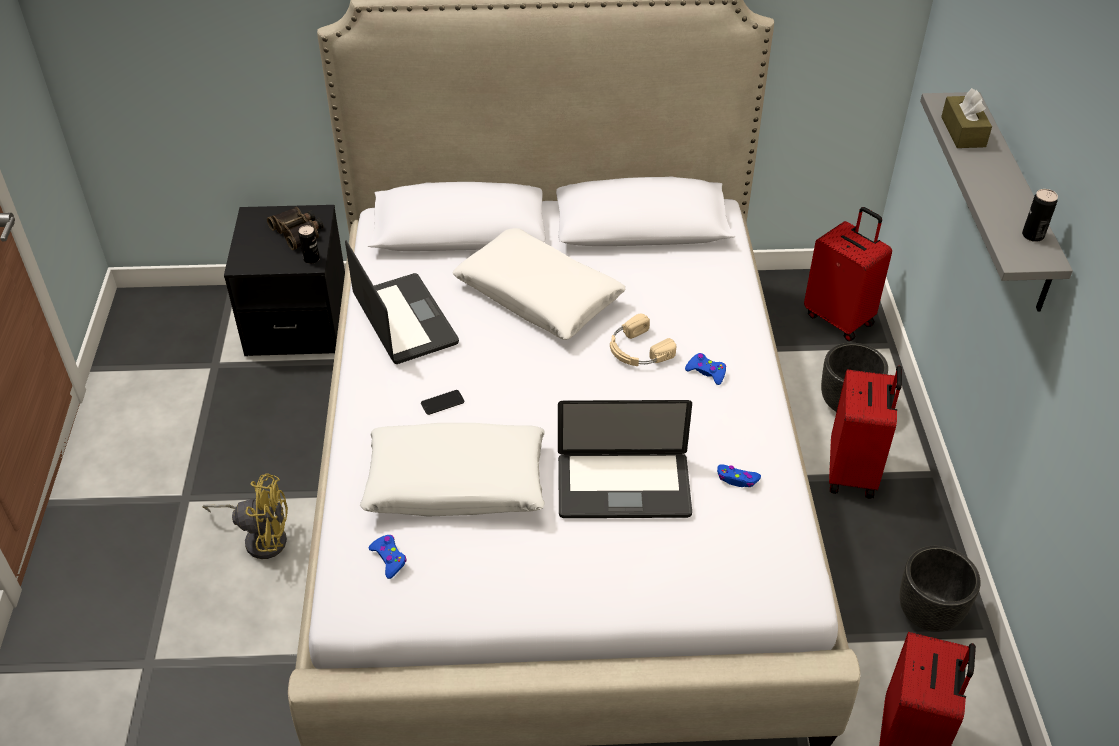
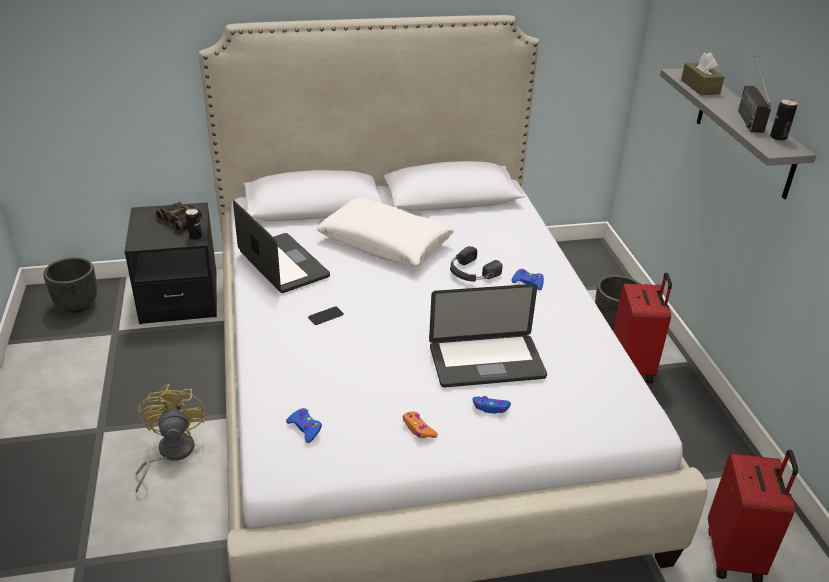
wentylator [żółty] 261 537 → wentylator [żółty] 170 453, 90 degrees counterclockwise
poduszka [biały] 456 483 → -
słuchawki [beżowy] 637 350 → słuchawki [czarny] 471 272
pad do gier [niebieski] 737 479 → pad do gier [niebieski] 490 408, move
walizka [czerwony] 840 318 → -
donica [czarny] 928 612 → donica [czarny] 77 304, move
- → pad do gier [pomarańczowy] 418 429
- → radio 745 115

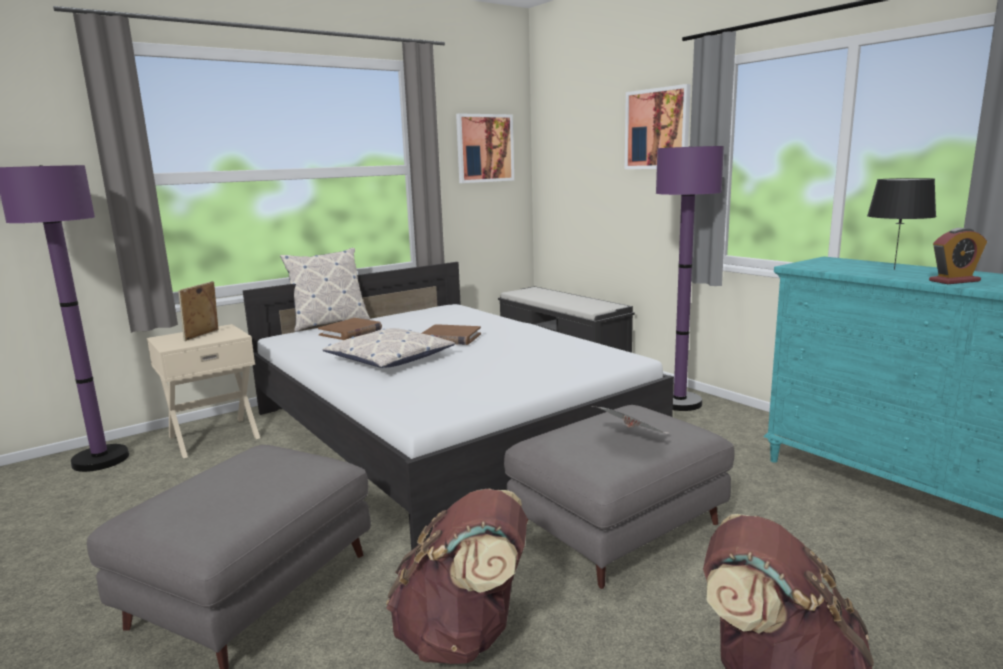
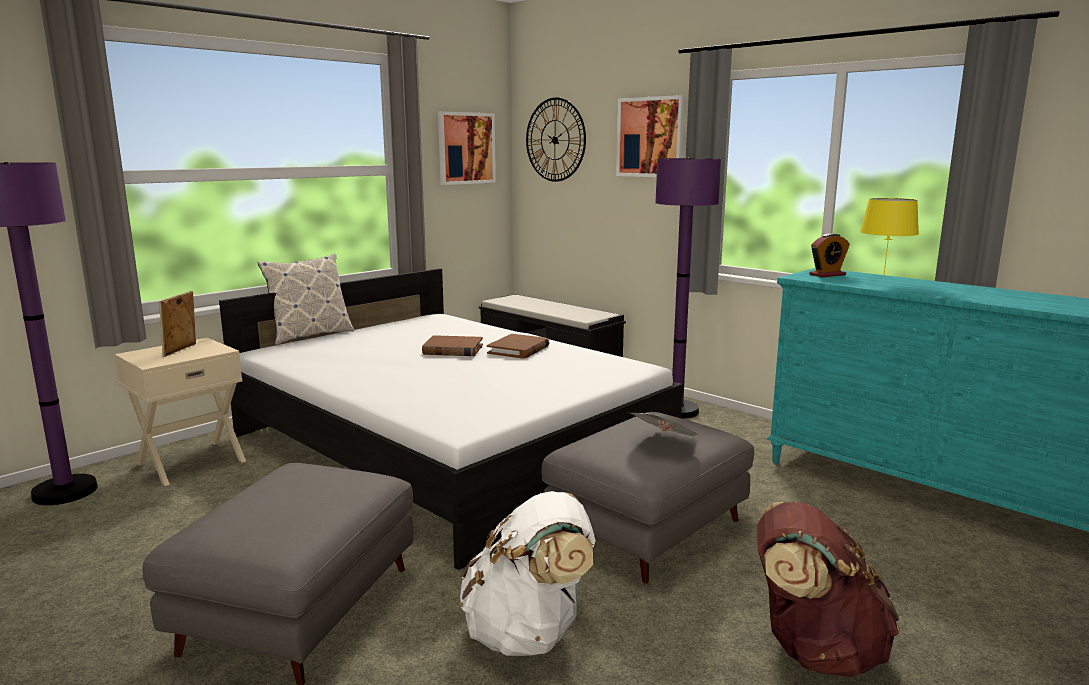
książka [brązowy] 351 332 → książka [brązowy] 518 349, move
poduszka 389 359 → -
plecak [brązowy] 464 635 → plecak [biały] 529 633
lampa stołowa [czarny] 894 269 → lampa stołowa [żółty] 883 281
budzik 954 281 → budzik 827 275, move
- → zegar ścienny 555 140

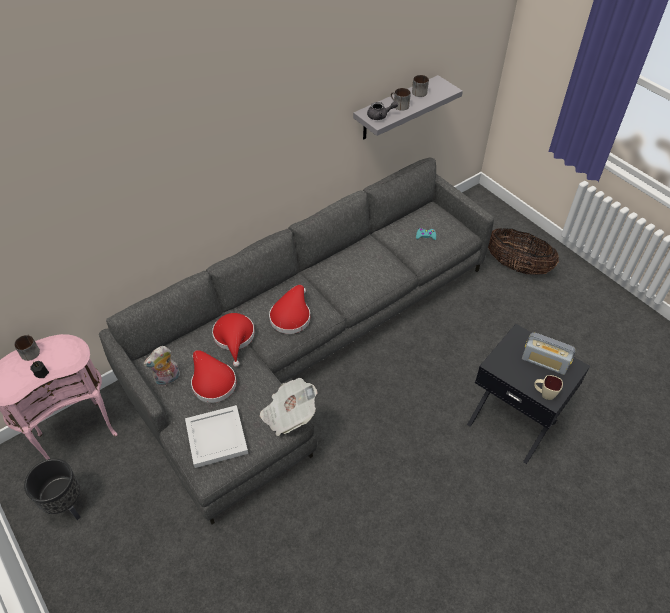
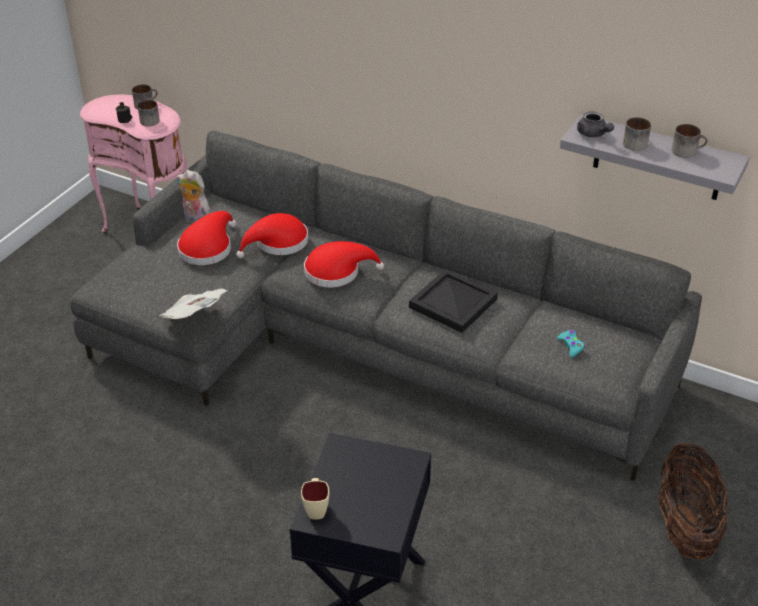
donica [czarny] 67 506 → -
taca [biały] 216 438 → -
radio 544 362 → -
- → kubek 147 120
- → taca [czarny] 454 303

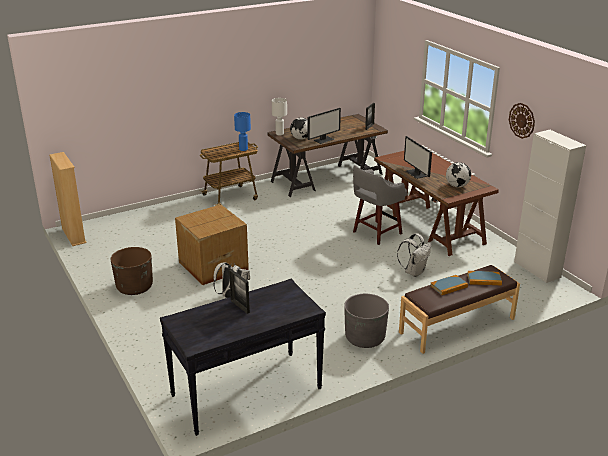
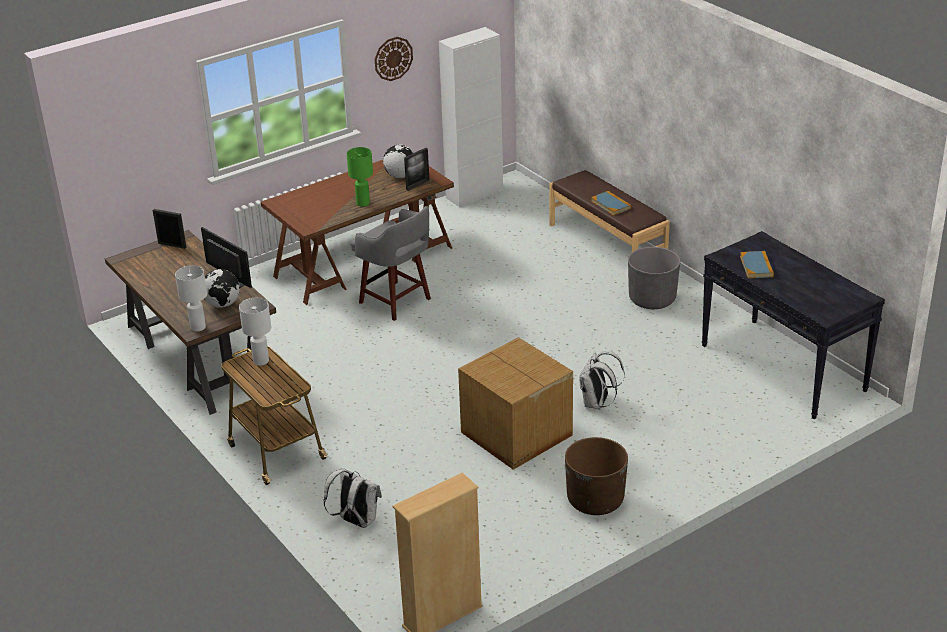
ramka na zdjęcie 240 306 → ramka na zdjęcie 417 185, move
lampa stołowa [niebieski] 243 149 → lampa stołowa [biały] 260 361
plecak [biały] 414 272 → plecak [biały] 356 521, move
monitor 416 173 → lampa stołowa [zielony] 363 203
książka 484 279 → książka 756 266, move

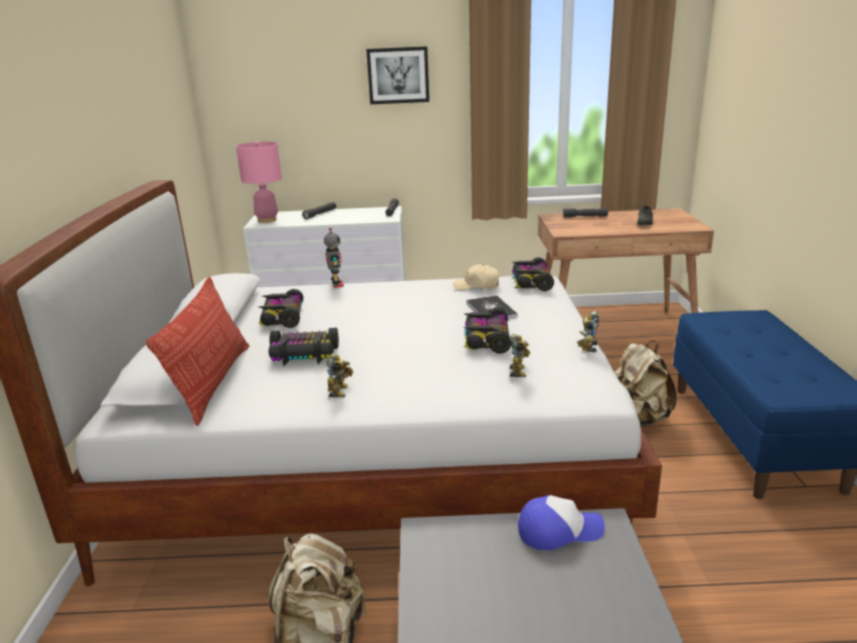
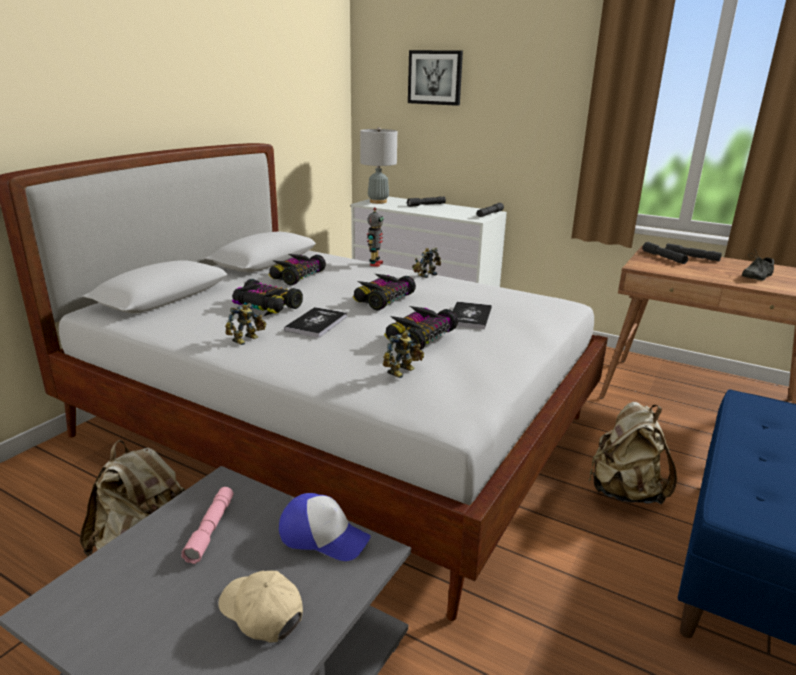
poduszka 213 382 → -
lampa stołowa [różowy] 267 220 → lampa stołowa [szary] 378 202
obraz 398 75 → obraz 435 77, move
czapka z daszkiem [beżowy] 477 286 → czapka z daszkiem [beżowy] 261 612, move
samochodzik 531 282 → samochodzik 382 299, move
robot zabawkowy 587 347 → robot zabawkowy 426 274, move
- → latarka [różowy] 210 529
- → książka 316 323
- → latarka [szary] 663 257

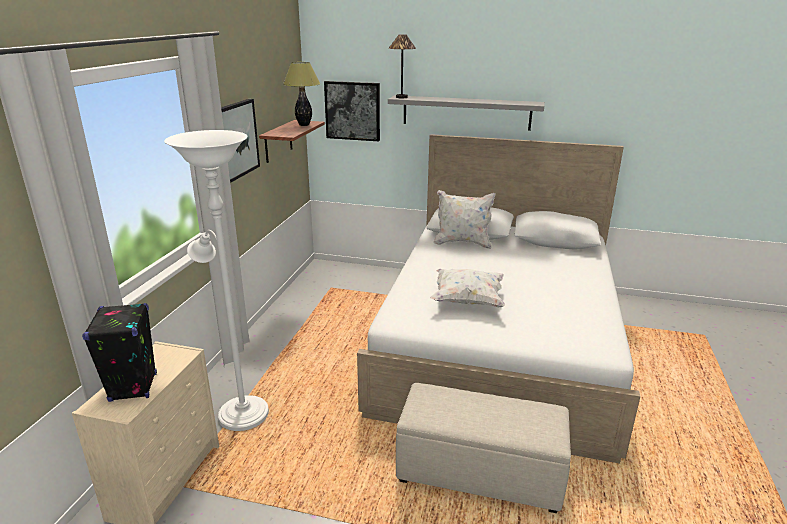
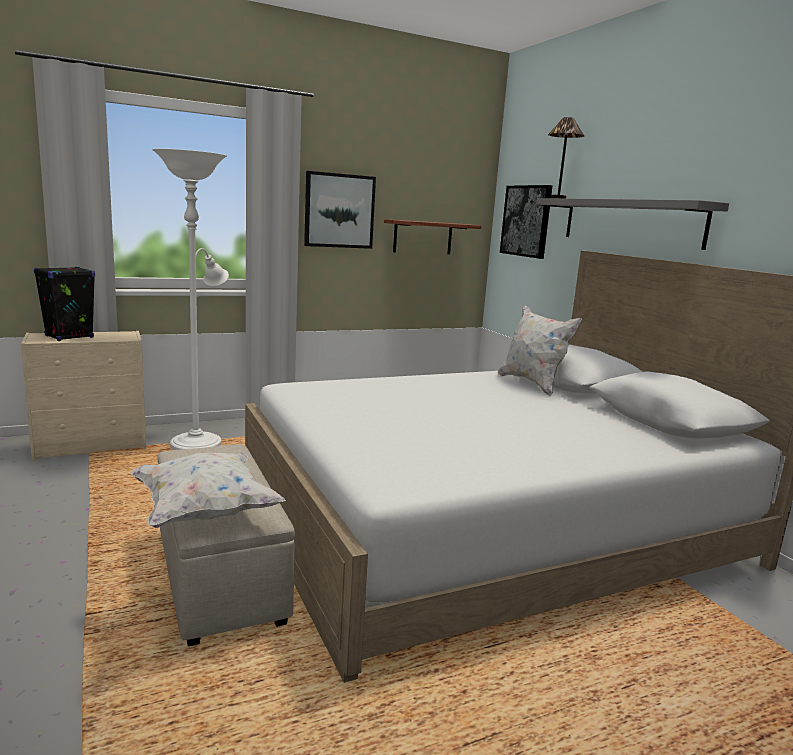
lampa stołowa 304 125 → -
poduszka [biały] 467 301 → poduszka [biały] 204 512, move

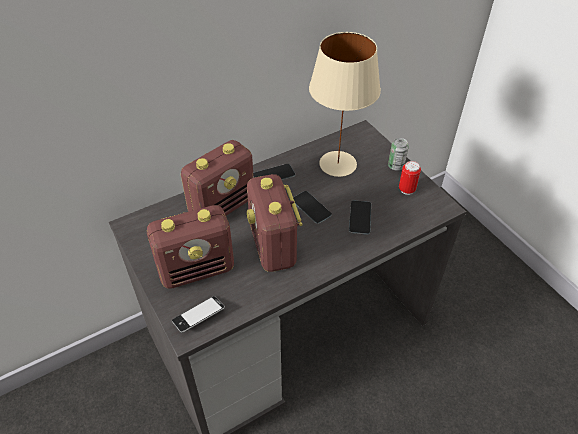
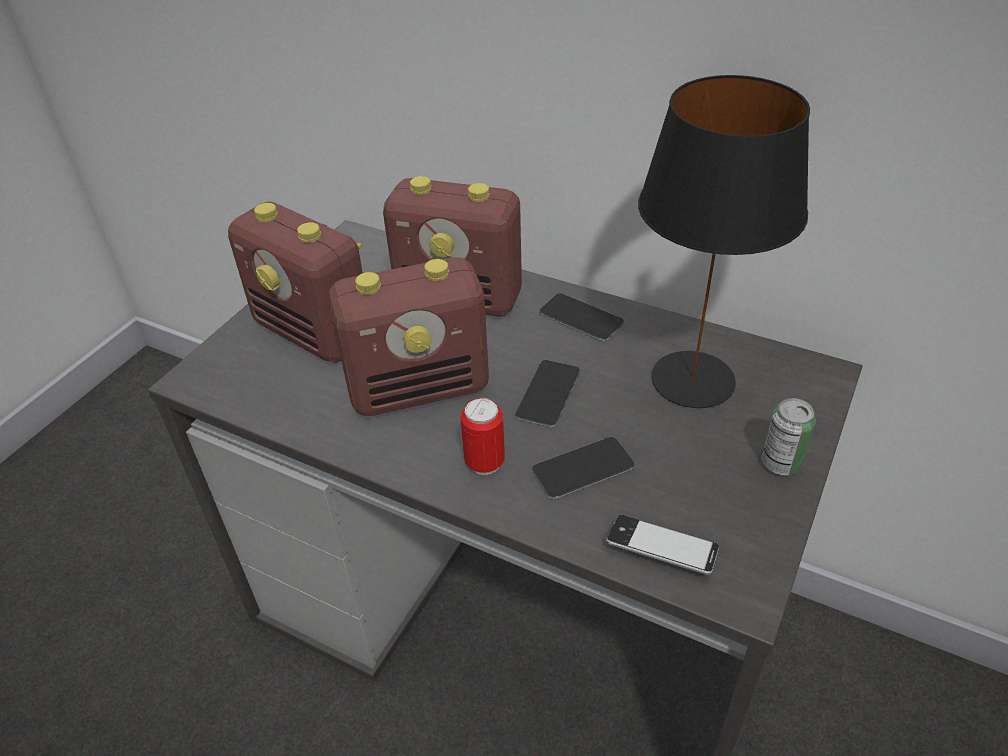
telefon 199 316 → telefon 661 550, move
radio 273 246 → radio 420 389, 150 degrees counterclockwise
lampa stołowa [beżowy] 337 164 → lampa stołowa [czarny] 691 379
puszka 407 190 → puszka 484 463, move

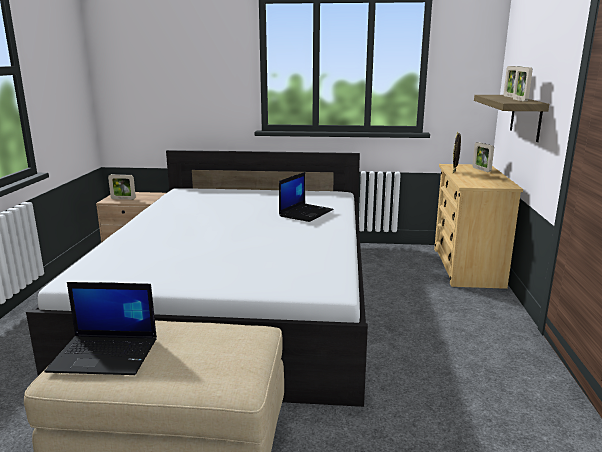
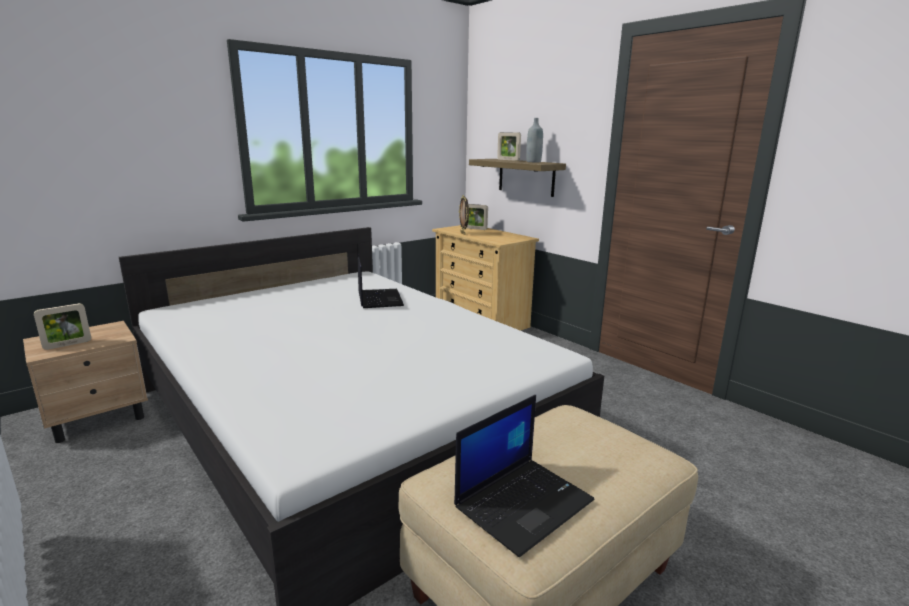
ramka na zdjęcie 520 100 → butelka [szary] 533 162

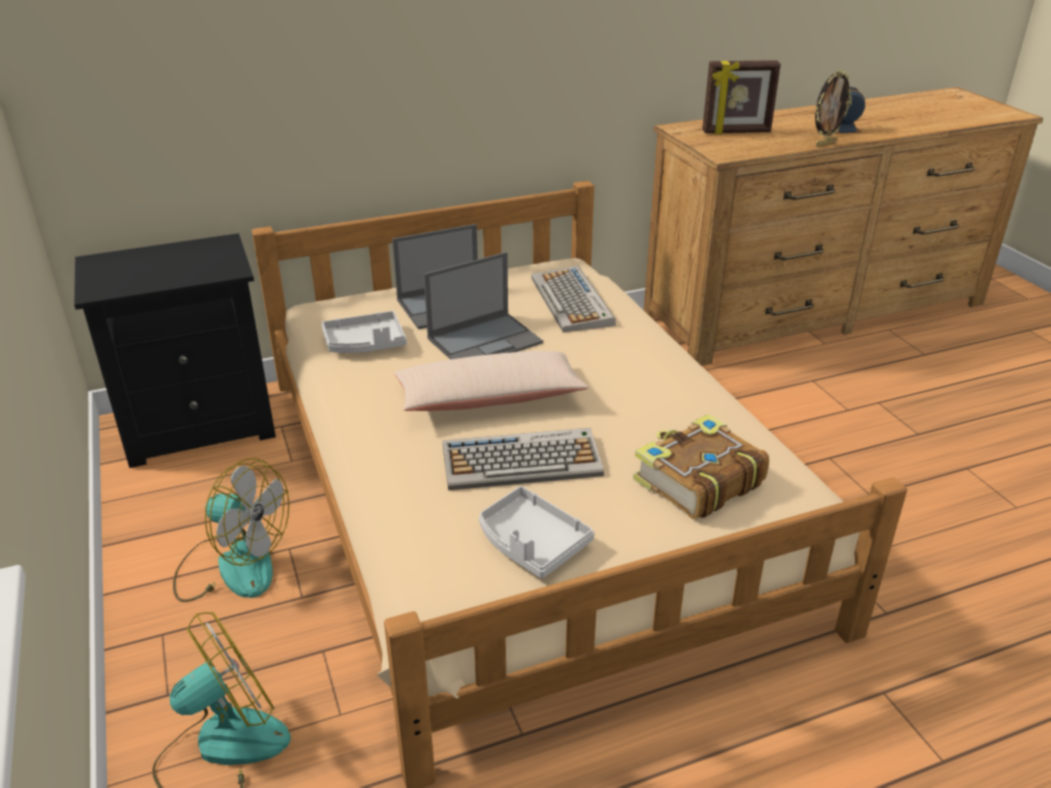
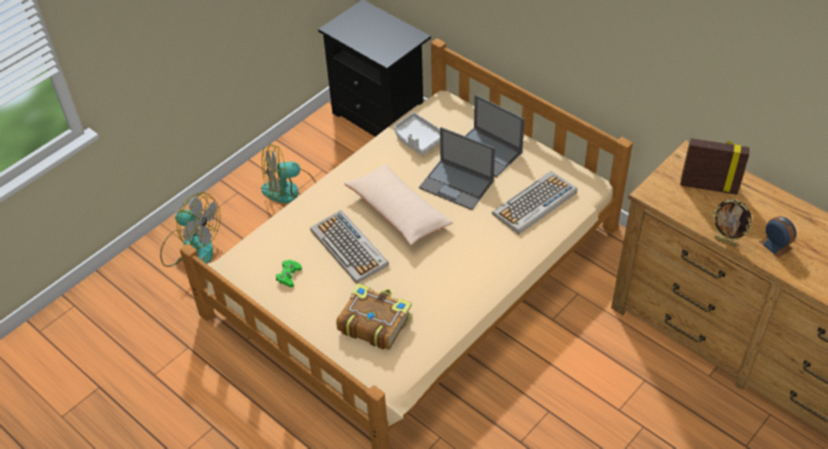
wentylator 232 566 → wentylator 289 190, 75 degrees clockwise
taca [szary] 531 543 → pad do gier [zielony] 289 276
ramka na zdjęcie 736 132 → ramka na zdjęcie 708 186, 135 degrees clockwise

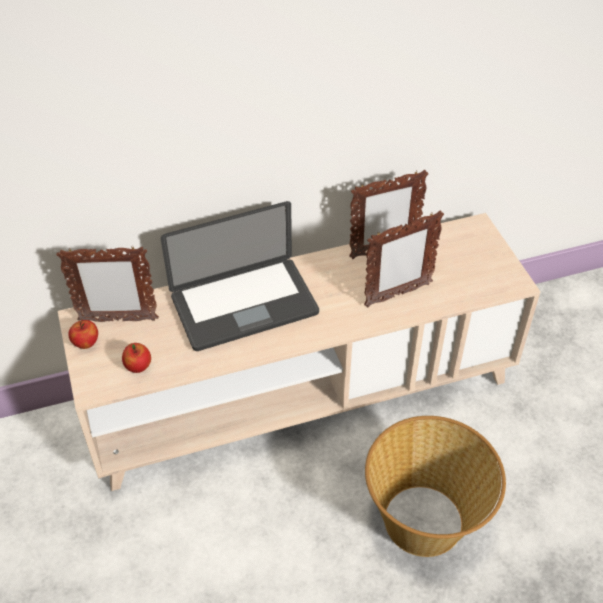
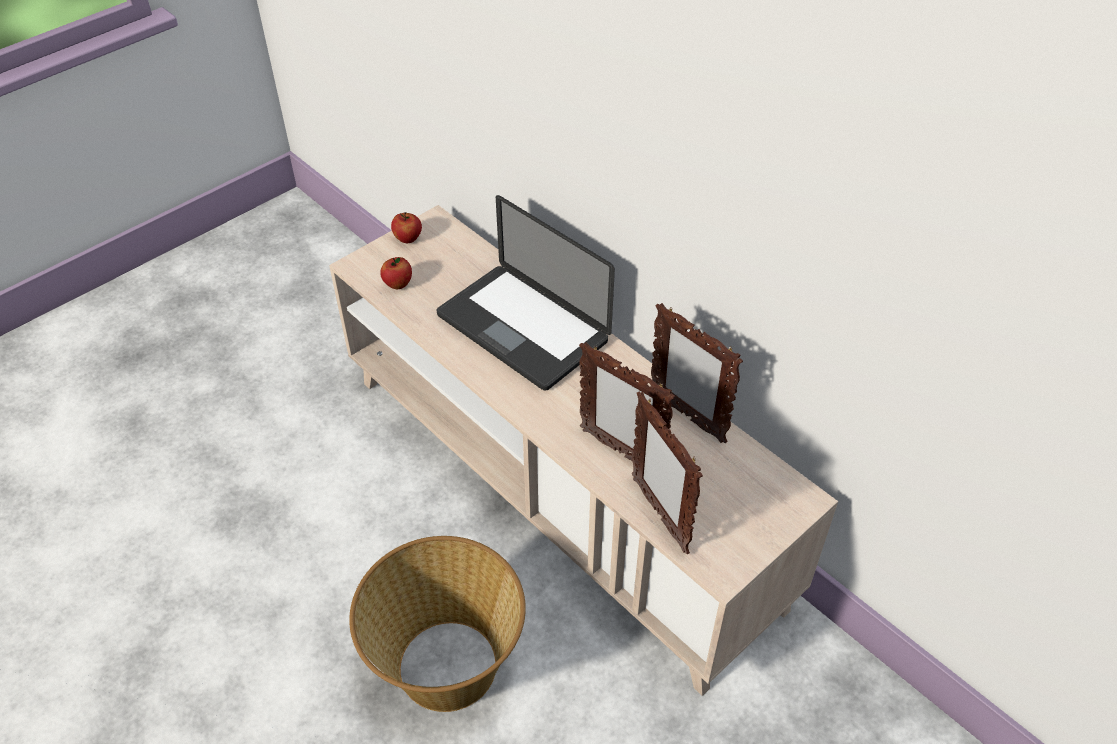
ramka na zdjęcie 118 320 → ramka na zdjęcie 659 514, move

